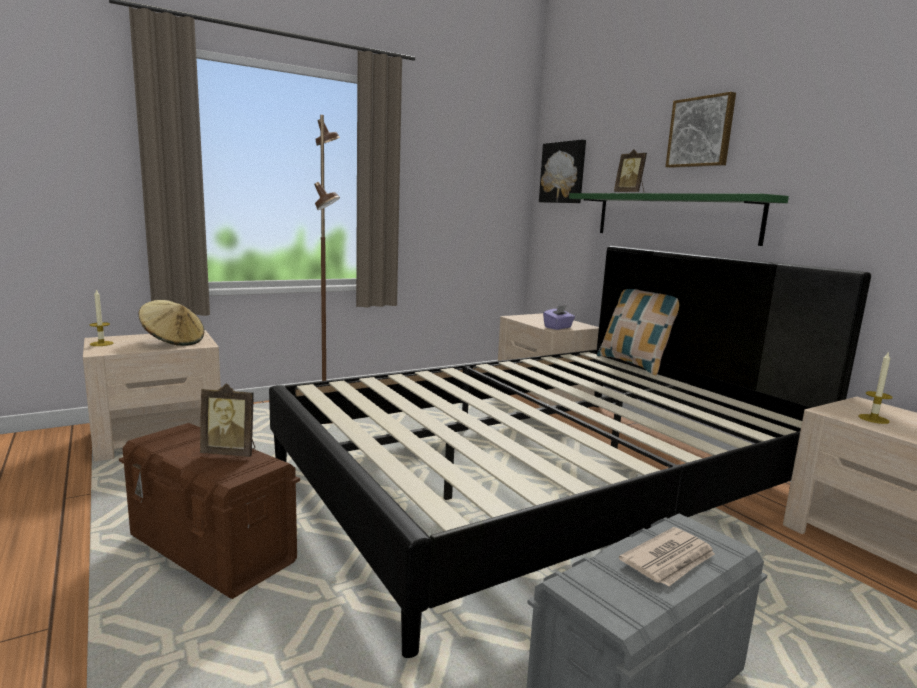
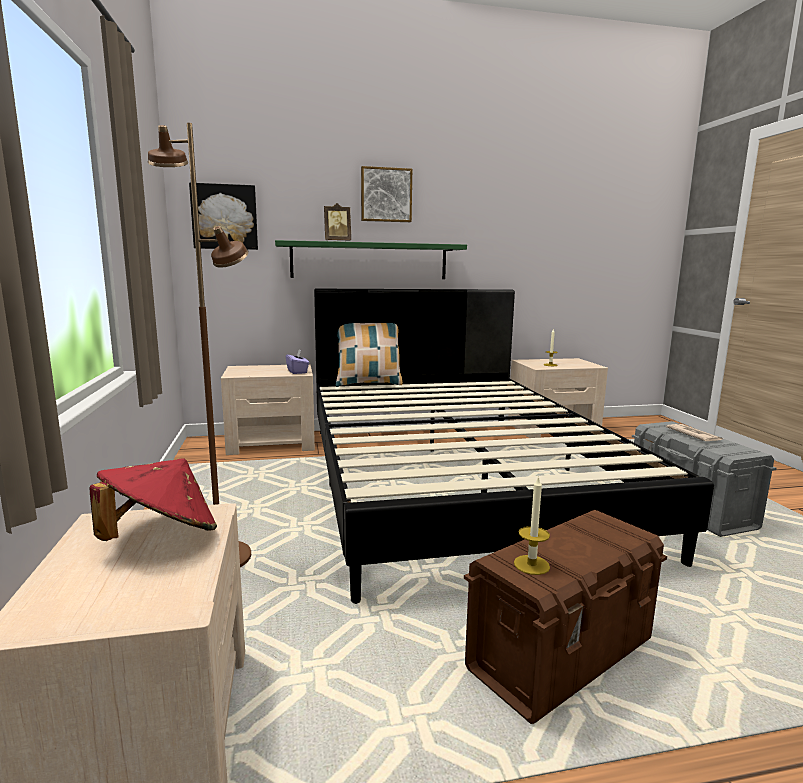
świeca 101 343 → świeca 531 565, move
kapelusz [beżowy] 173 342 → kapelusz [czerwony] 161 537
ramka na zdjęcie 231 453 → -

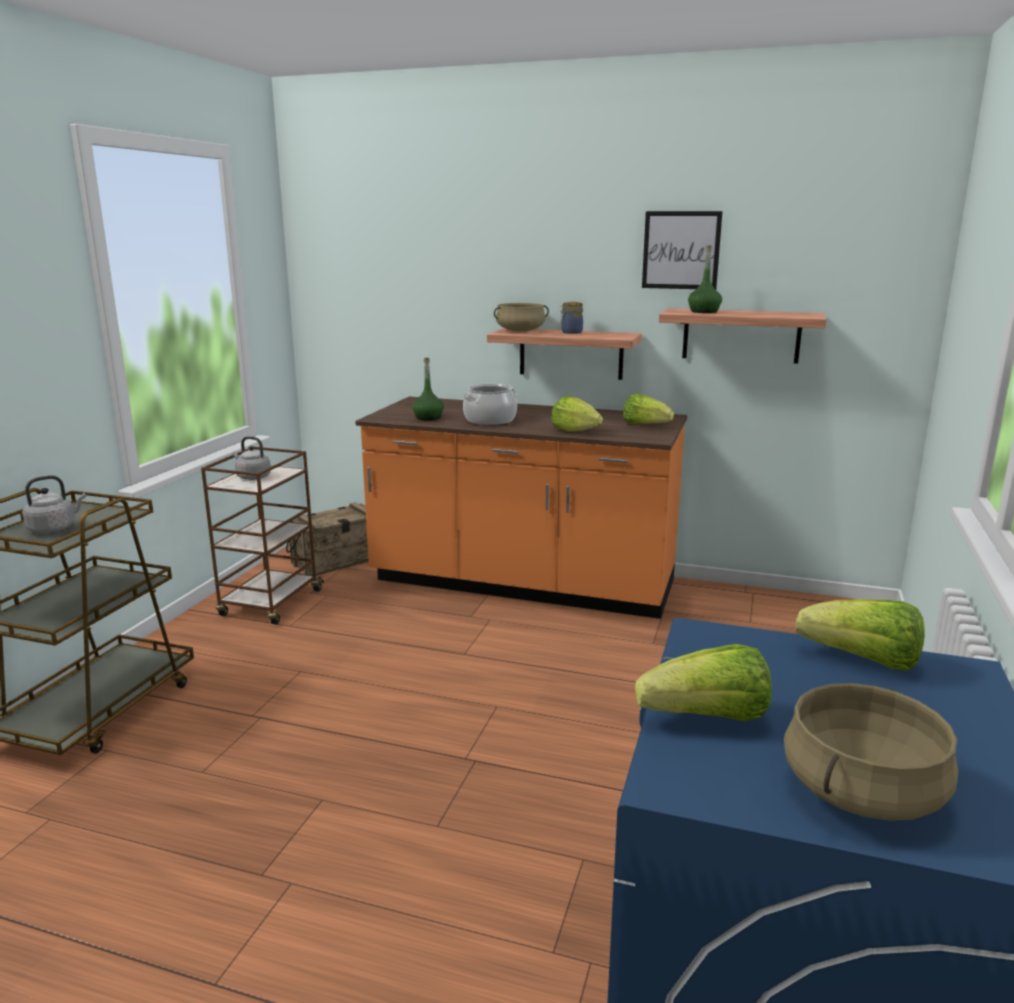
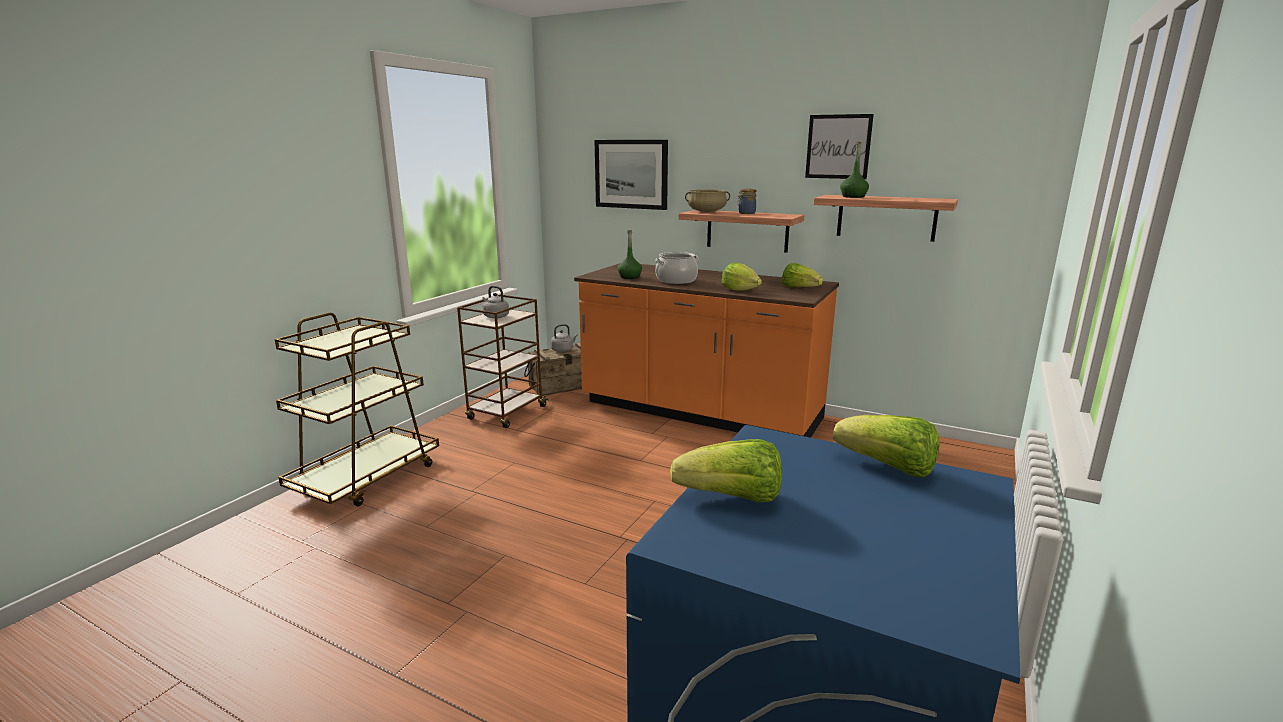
czajnik [szary] 54 528 → czajnik [szary] 563 350, move
garnek [beżowy] 860 790 → -
- → obraz 631 174

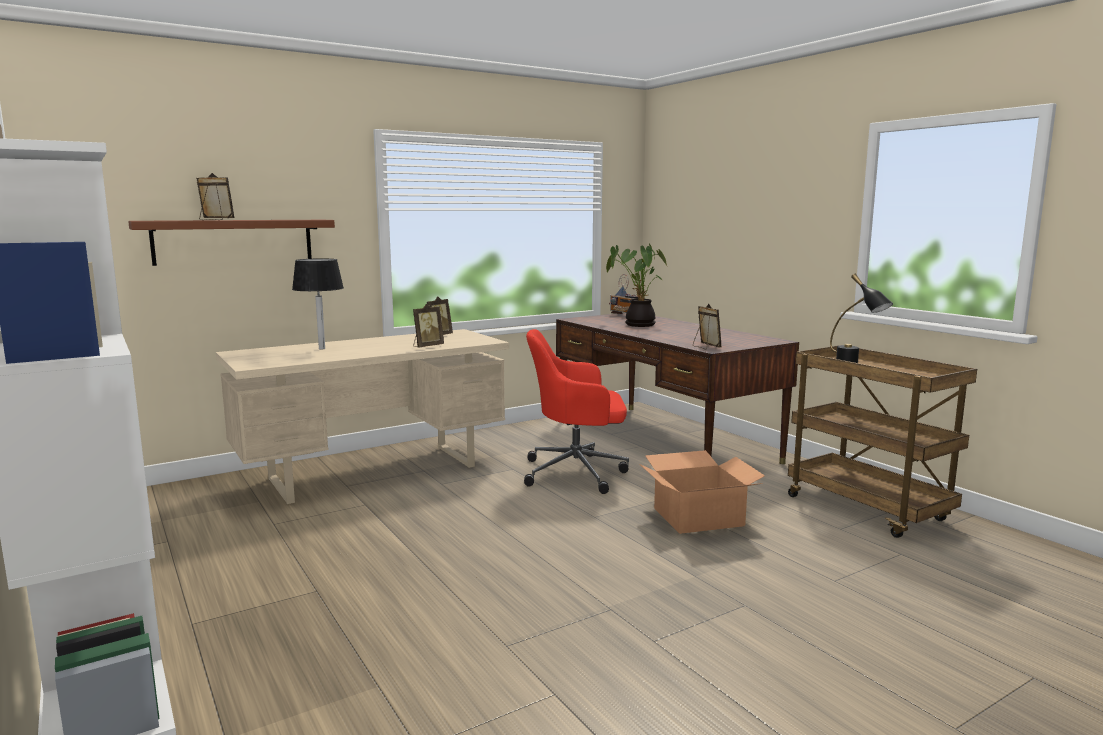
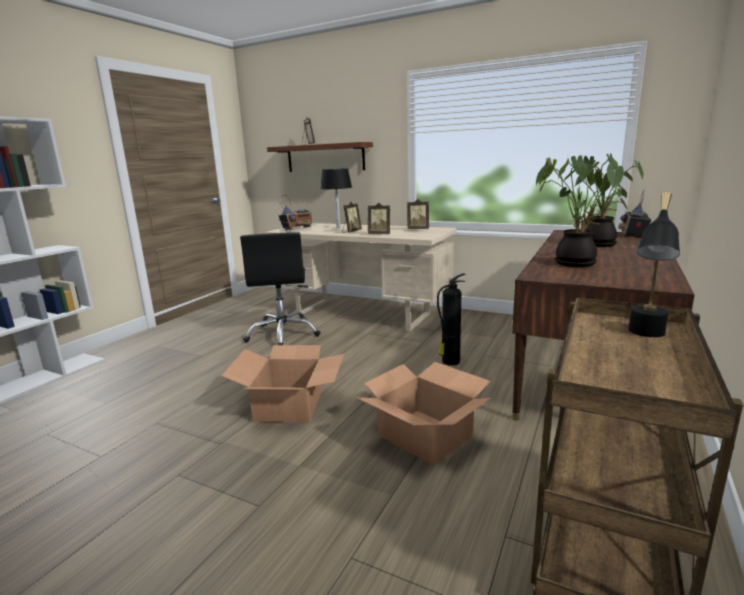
krzesło biurowe [czerwony] 577 472 → gaśnica 450 362
ramka na zdjęcie 705 347 → ramka na zdjęcie 351 232, move
- → karton 290 405
- → krzesło biurowe [czarny] 283 334
- → radio 297 229
- → roślina doniczkowa 575 262

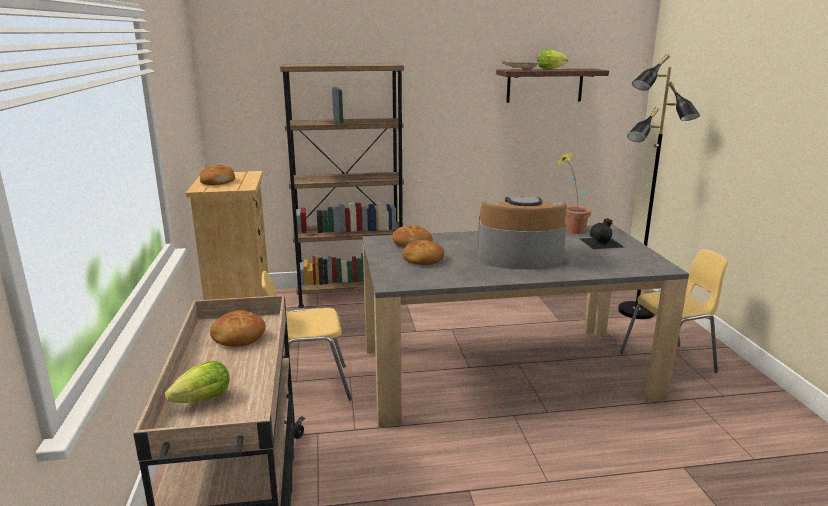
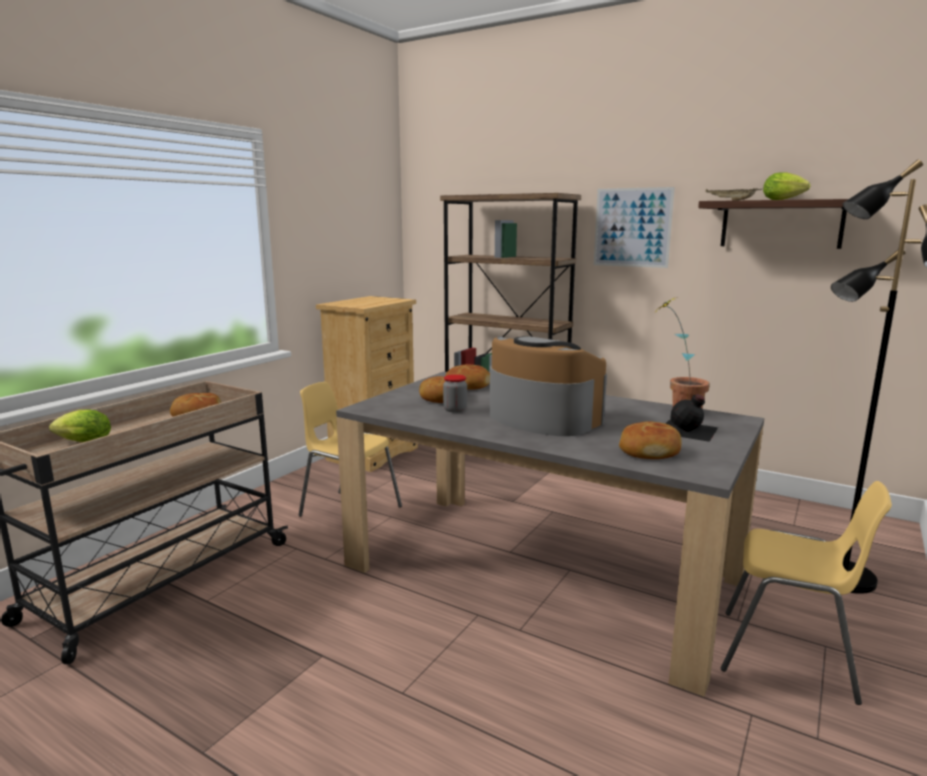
chleb 218 182 → chleb 650 451, move
- → słoik 455 409
- → obraz 632 227

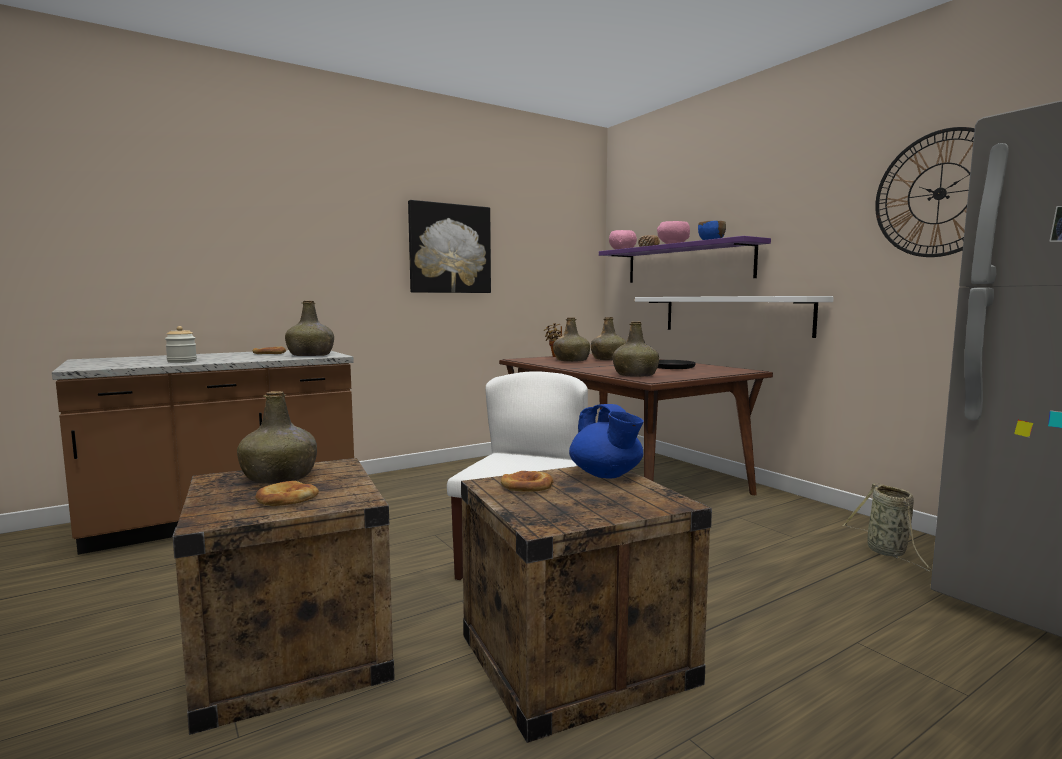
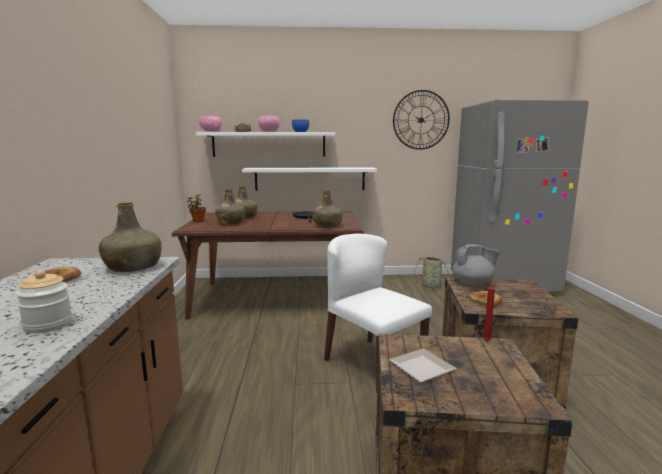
butelka [zielony] 280 477 → talerz 422 367
chleb 286 498 → -
obraz 449 249 → -
imbryk [niebieski] 606 475 → imbryk [szary] 473 283
półka [fioletowy] 687 263 → półka [biały] 269 144
- → świeca [czerwony] 487 341

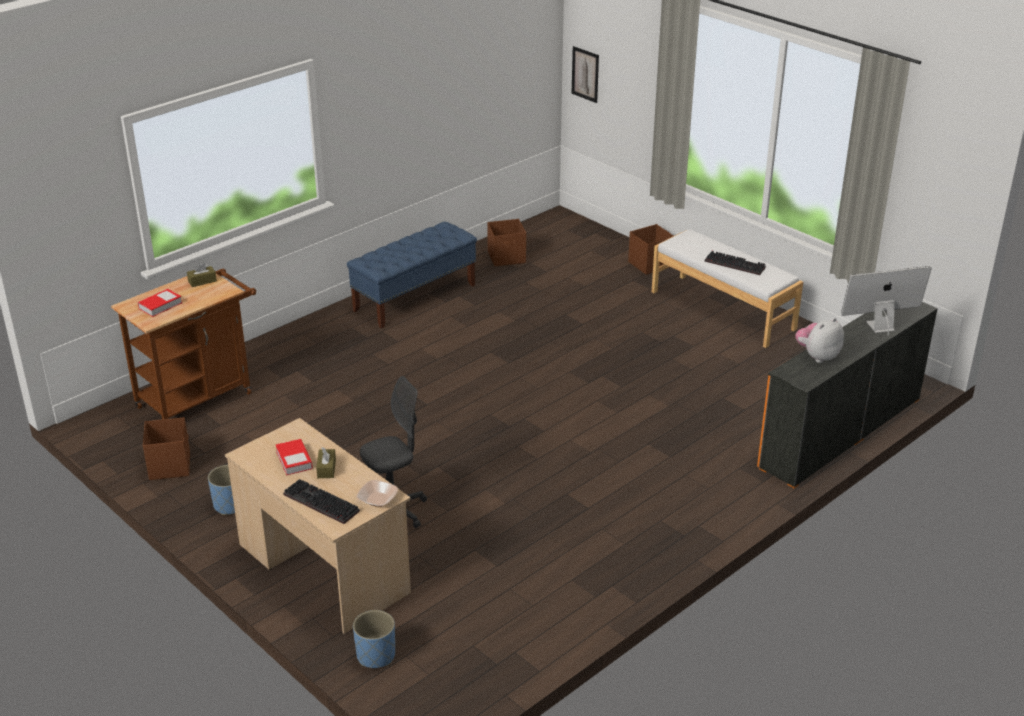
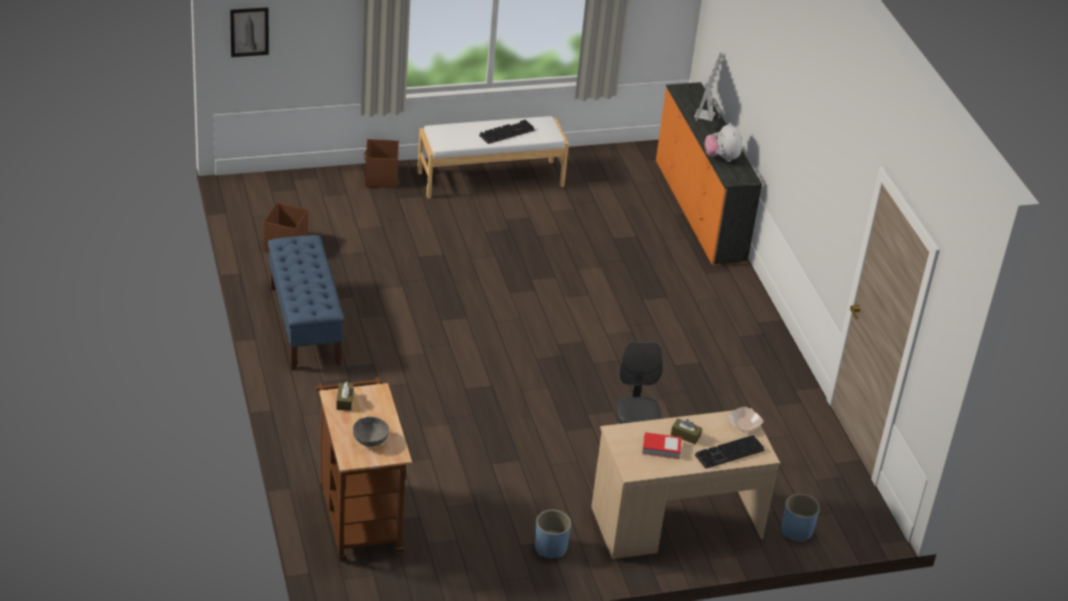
książka 160 306 → miska [szary] 370 439
pojemnik do przechowywania [brązowy] 170 465 → -

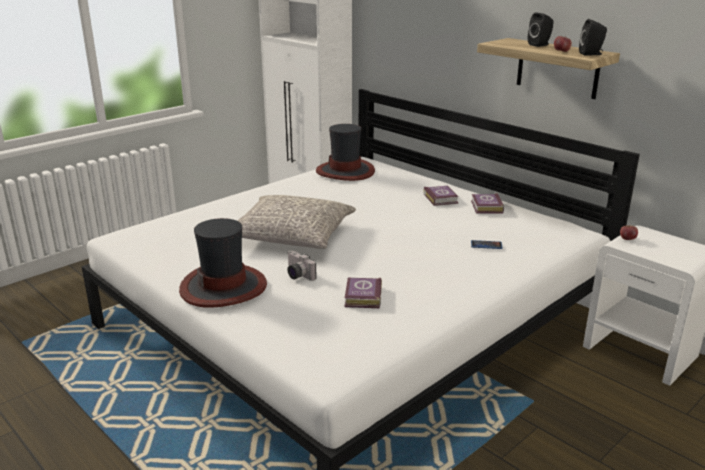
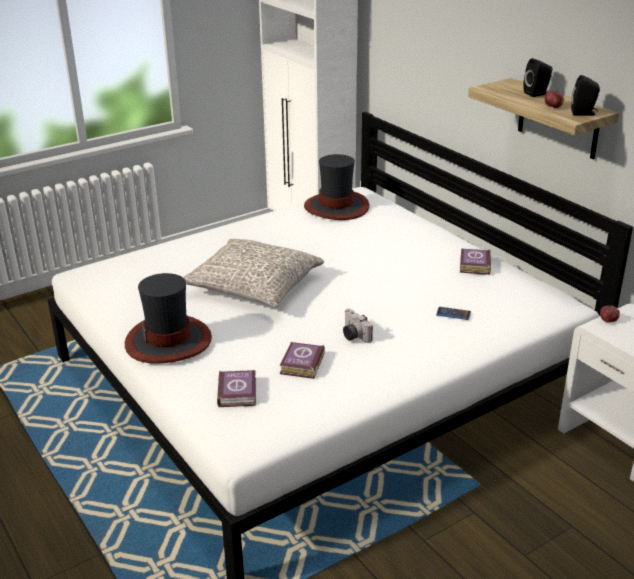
aparat fotograficzny 297 275 → aparat fotograficzny 353 335, move
książka 441 198 → książka 238 391, move

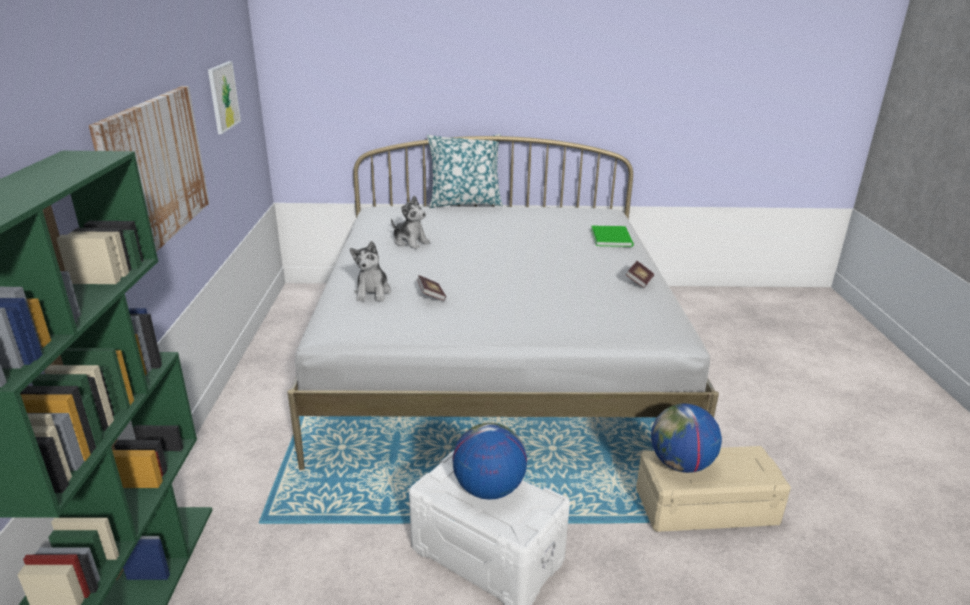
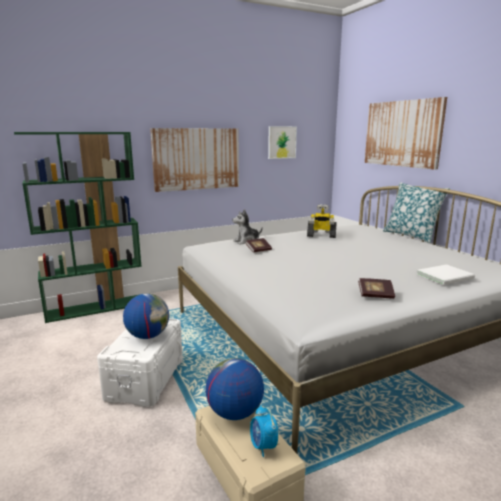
pluszak 410 242 → robot zabawkowy 321 236
książka [zielony] 612 237 → książka [biały] 446 276
- → budzik 263 446
- → obraz 402 133

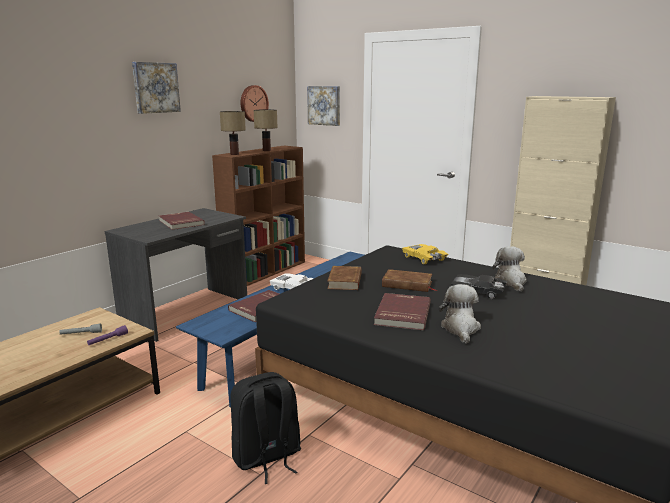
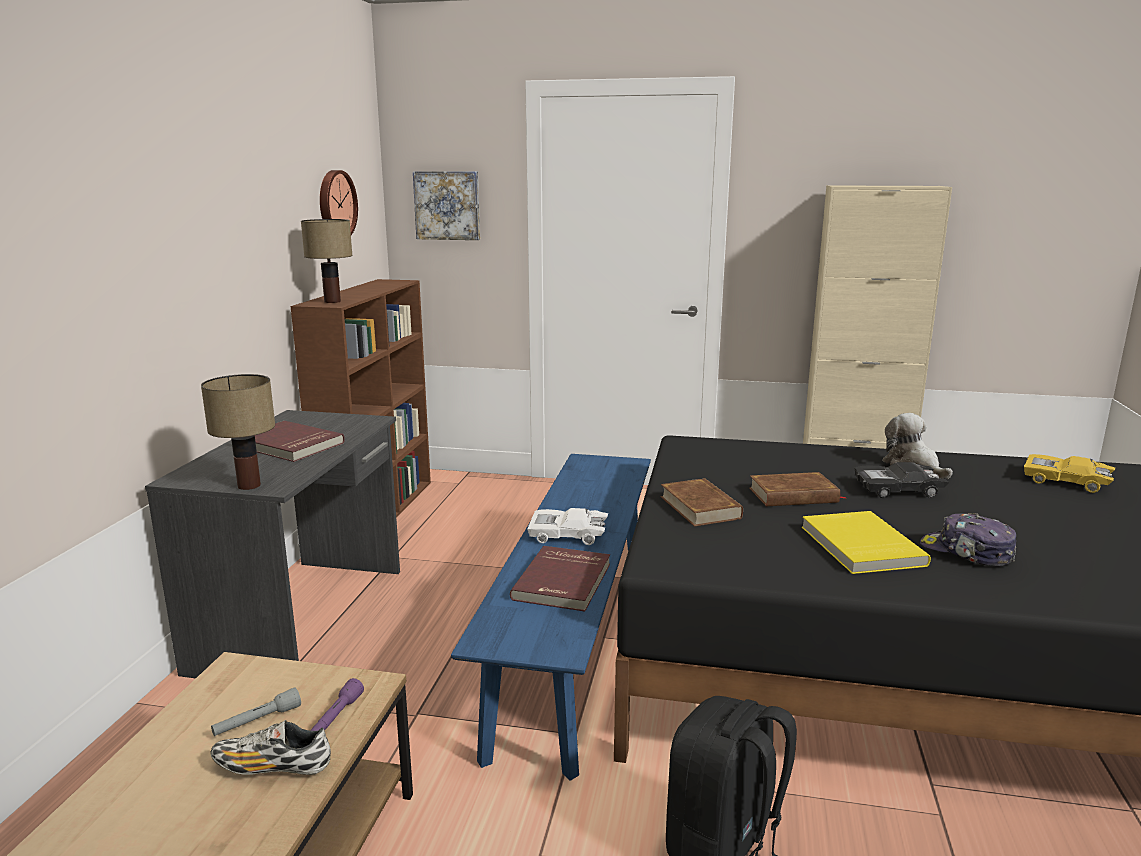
obraz 155 87 → -
lampa stołowa 266 150 → lampa stołowa 248 485, move
książka [czerwony] 401 314 → książka [żółty] 859 546
samochodzik [żółty] 424 258 → samochodzik [żółty] 1066 481, move
pluszak 460 328 → czapka z daszkiem 966 552
- → but 272 768

